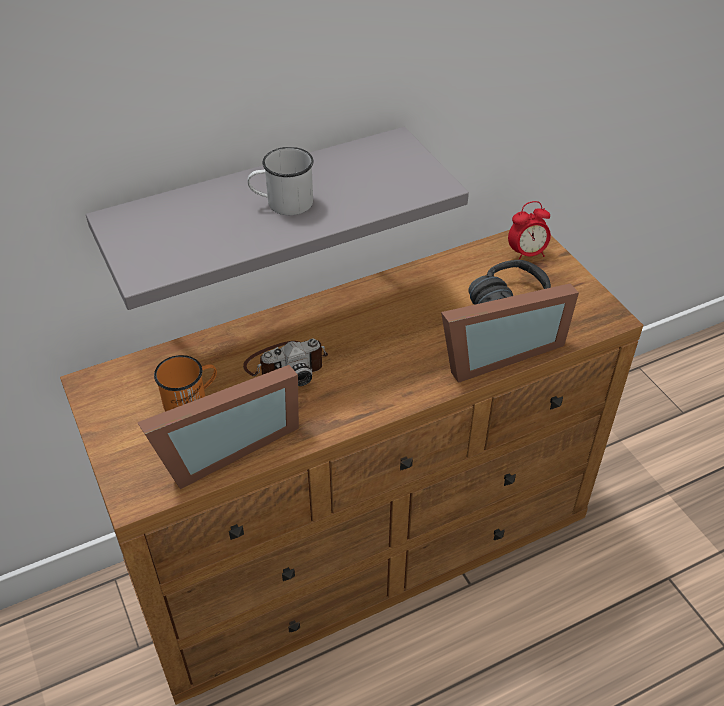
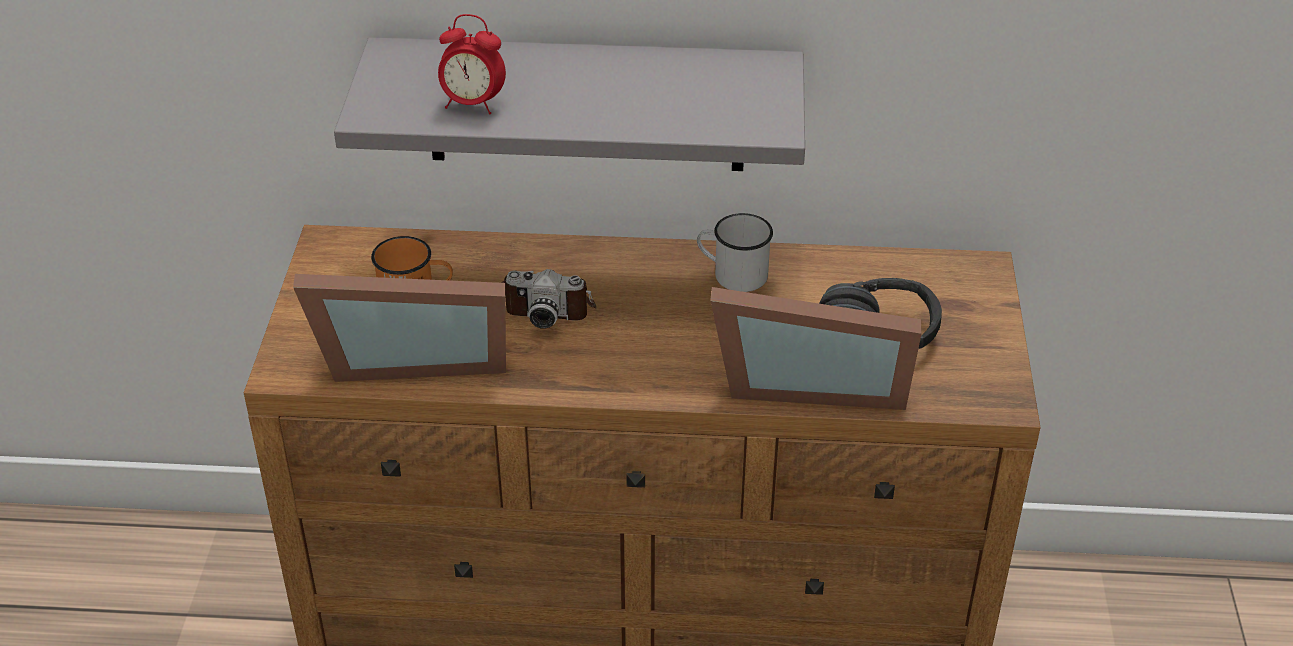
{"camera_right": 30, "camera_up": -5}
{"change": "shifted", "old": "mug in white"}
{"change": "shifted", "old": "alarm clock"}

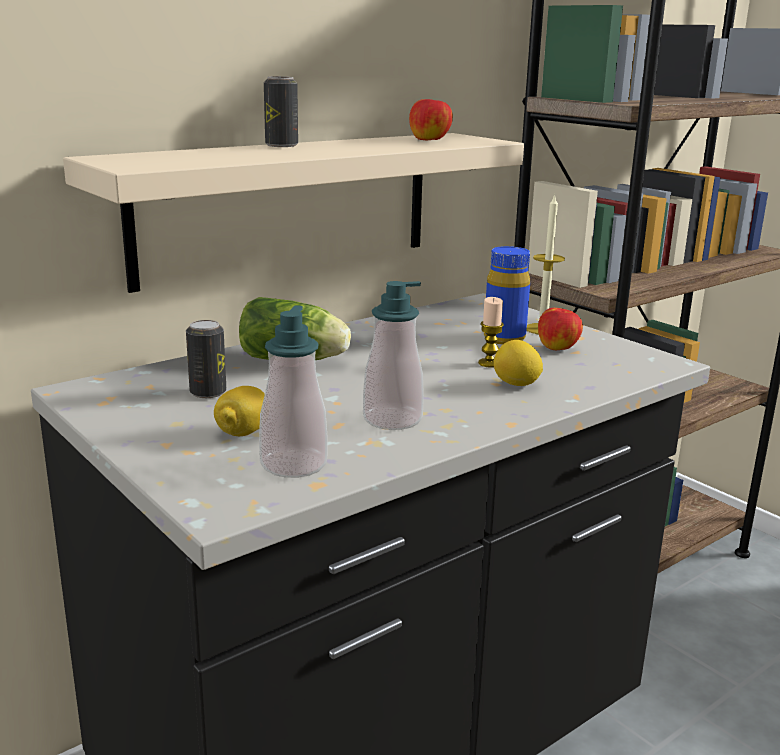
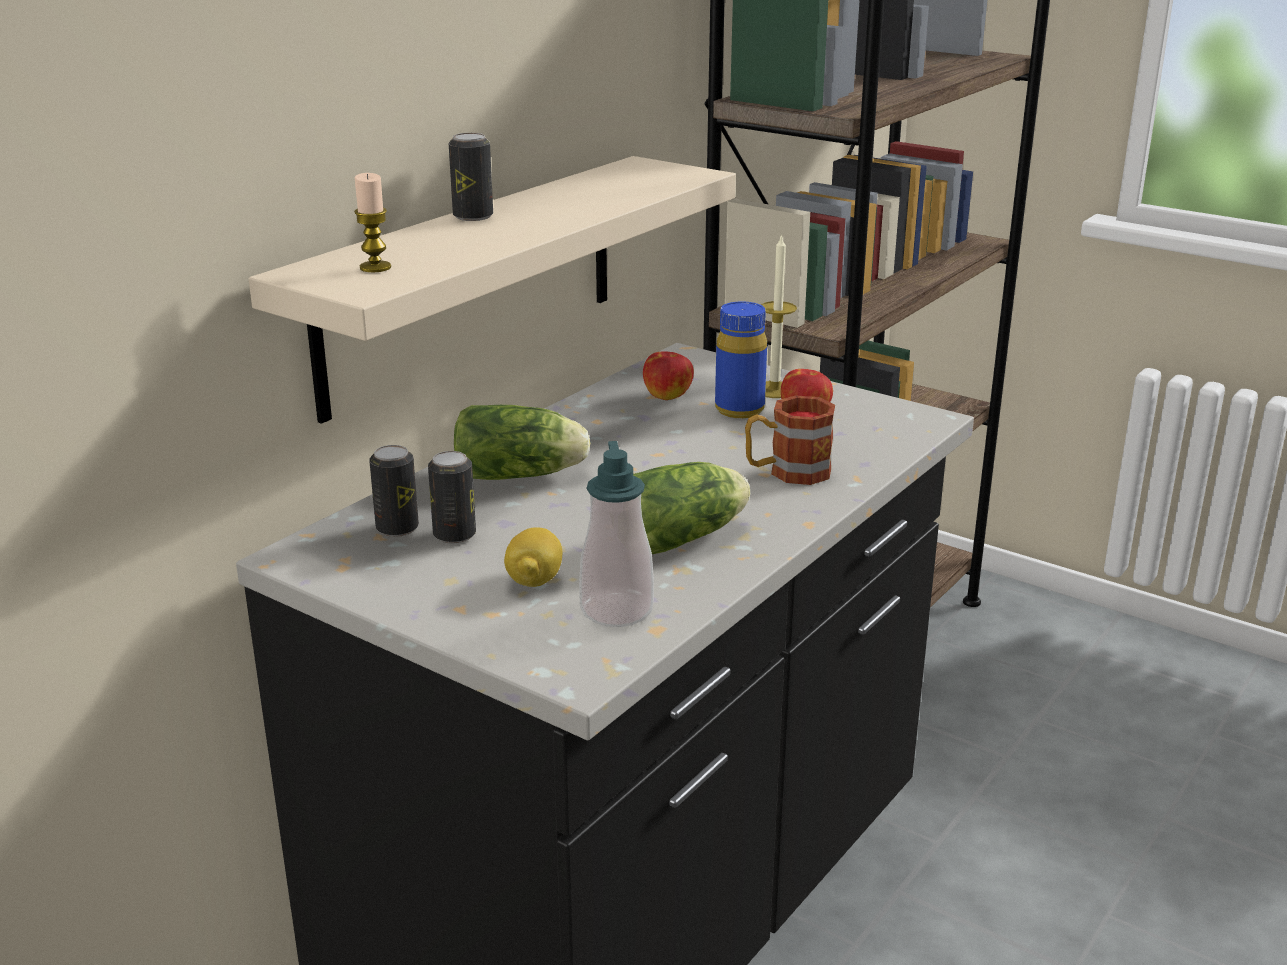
{"camera_right": -15, "camera_up": 5}
{"change": "shifted", "old": "apple (no. 1 from left)"}
{"change": "swapped", "old": "soap dispenser (no. 2 from left)", "new": "lettuce (no. 2 from left)"}
{"change": "shifted", "old": "candle (no. 1 from left)"}
{"change": "swapped", "old": "lemon (no. 2 from left)", "new": "mug"}
{"change": "new", "new": "can (no. 1 from left)"}

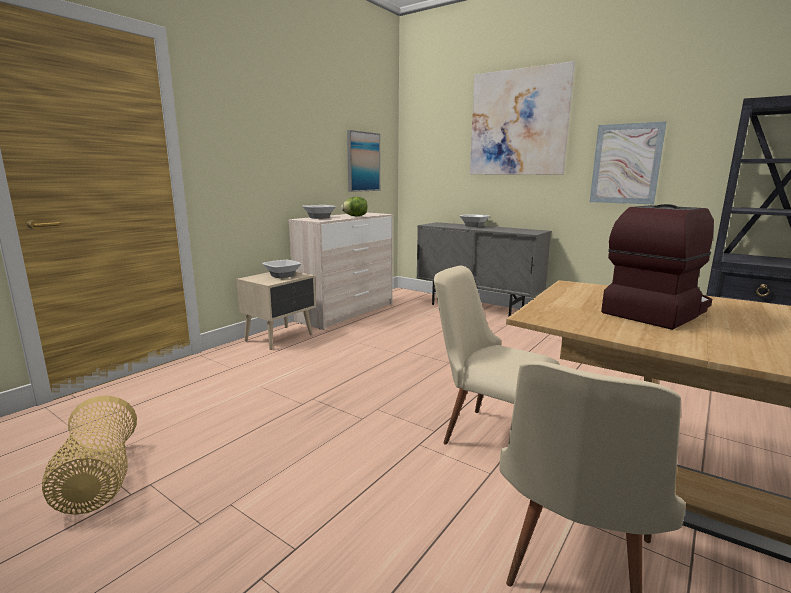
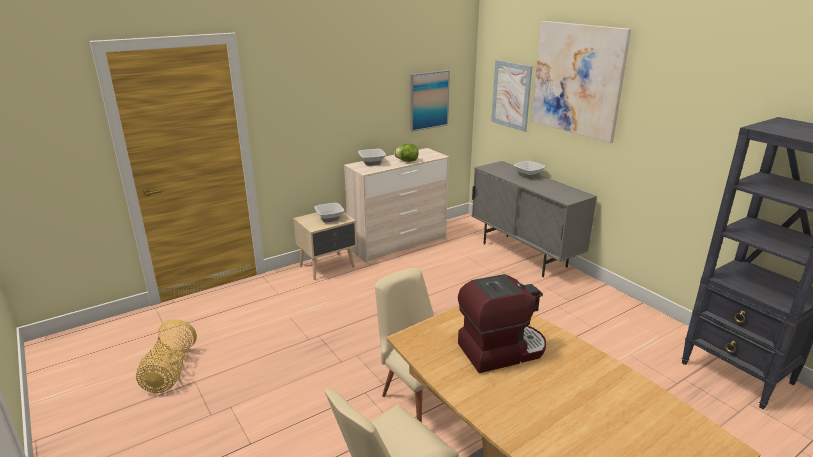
{"camera_right": 20, "camera_up": 10}
{"change": "shifted", "old": "picture (no. 3 from left in the first image)", "new": "picture (no. 2 from left)"}

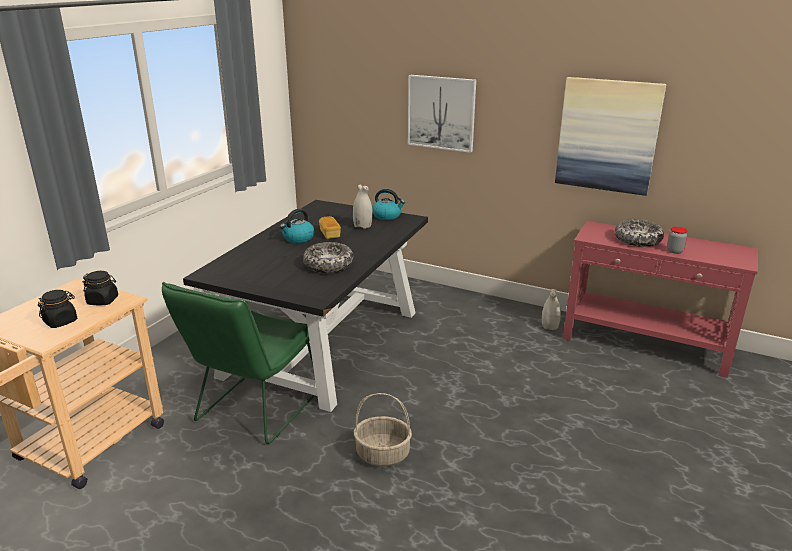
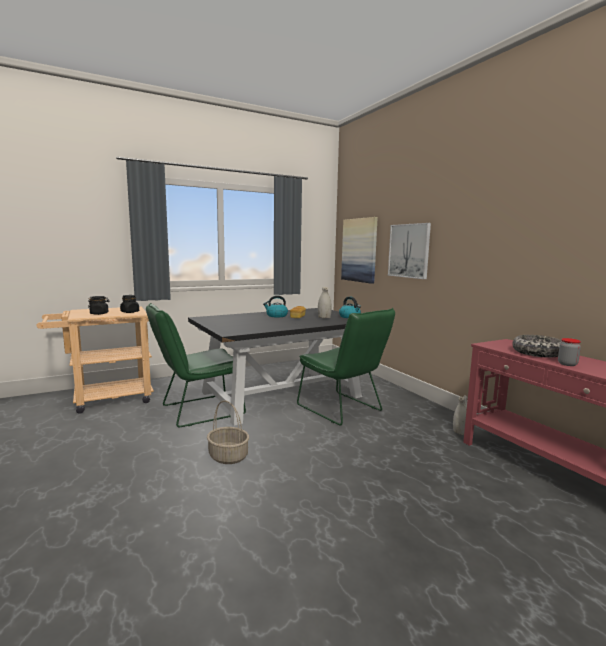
{"camera_right": 35, "camera_up": -15}
{"change": "shifted", "old": "picture (no. 2 from left in the first image)", "new": "picture (no. 1 from left)"}
{"change": "gone", "old": "bowl (no. 1 from left)"}
{"change": "new", "new": "chair in green (no. 2 from left)"}

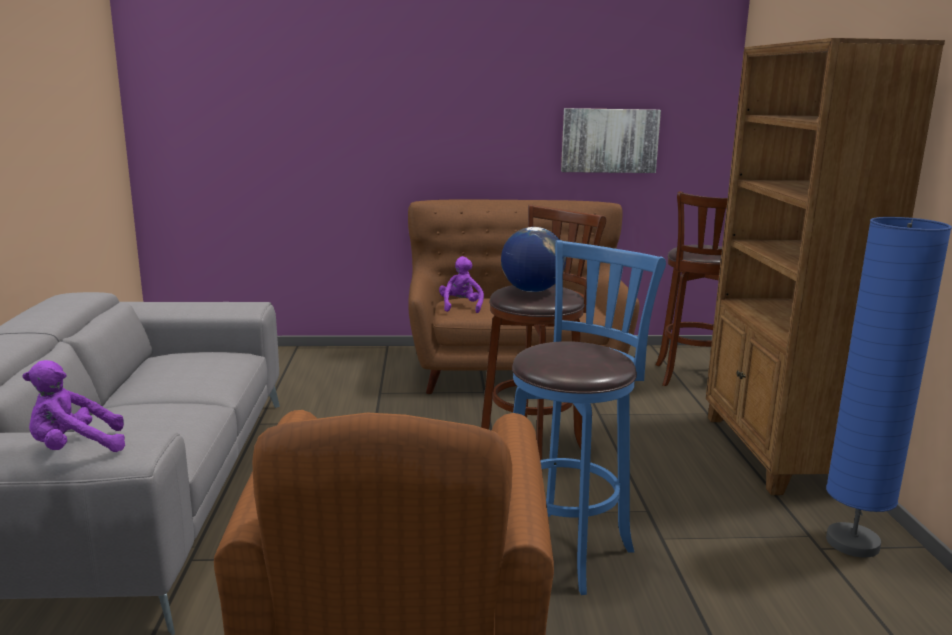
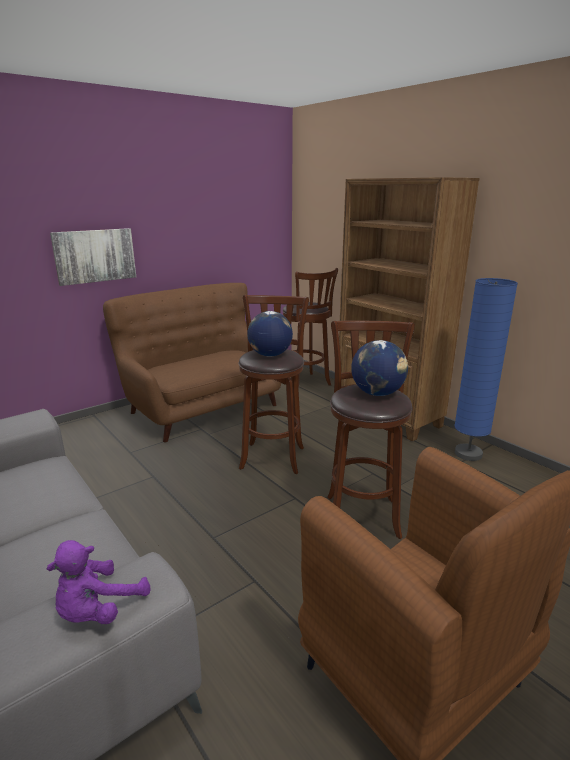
{"camera_right": -35, "camera_up": 5}
{"change": "shifted", "old": "picture"}
{"change": "repainted", "old": "stool in blue", "new": "stool in brown (no. 3 from left)"}
{"change": "gone", "old": "plush toy in purple (no. 2 from left)"}
{"change": "new", "new": "globe (no. 2 from left)"}

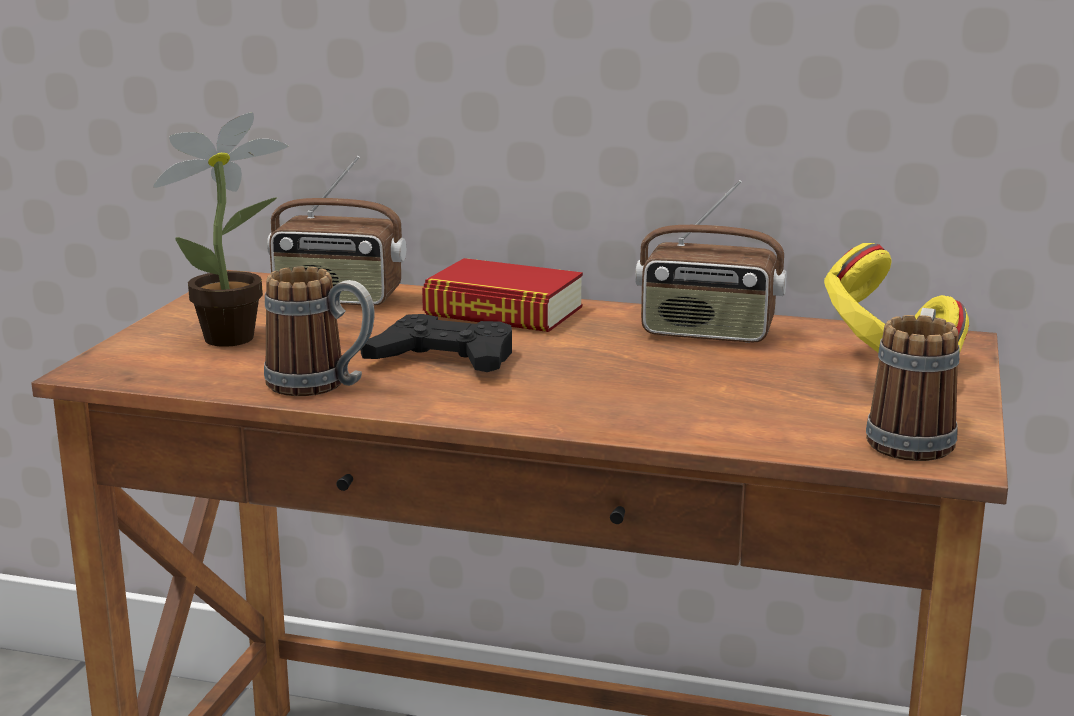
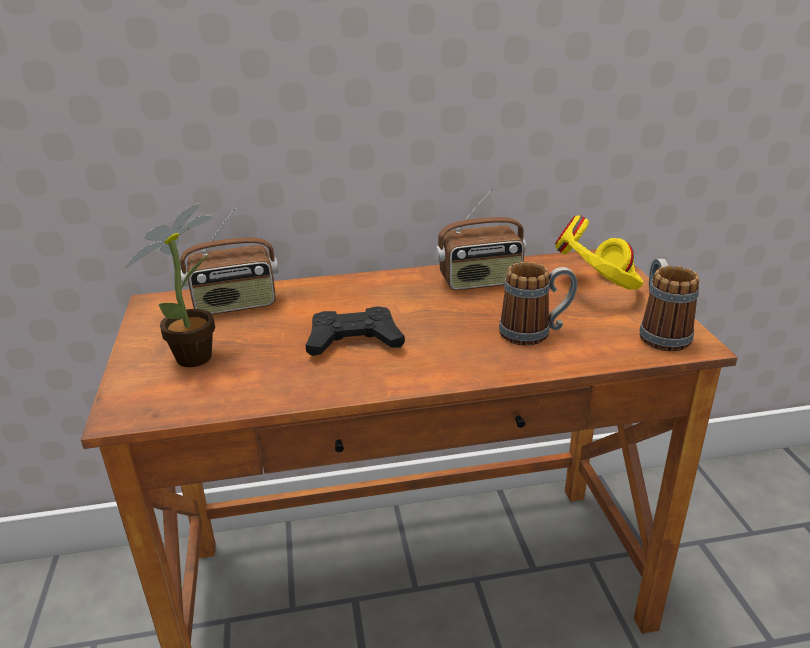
{"camera_right": -25, "camera_up": 10}
{"change": "gone", "old": "book"}
{"change": "shifted", "old": "mug (no. 1 from left)"}

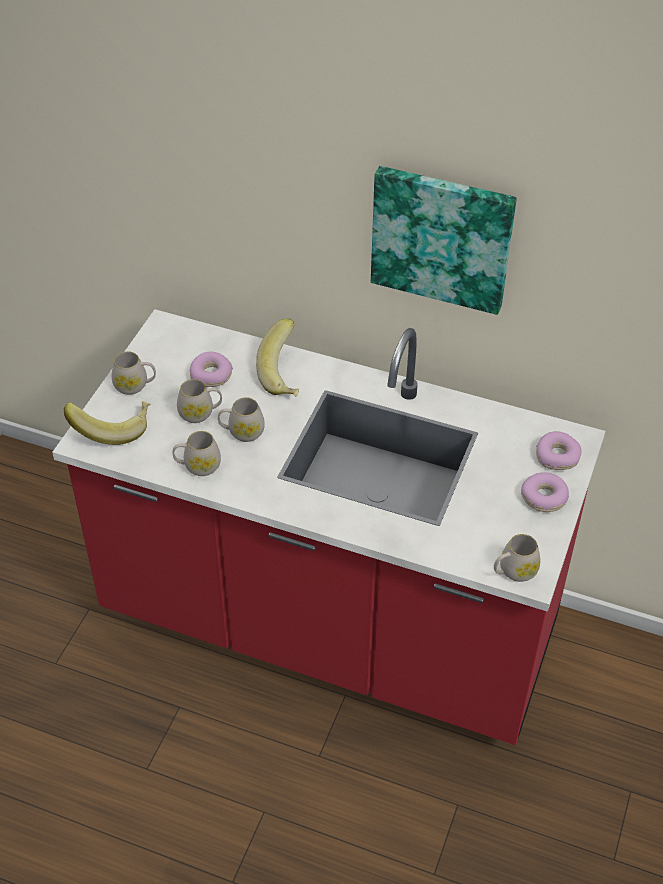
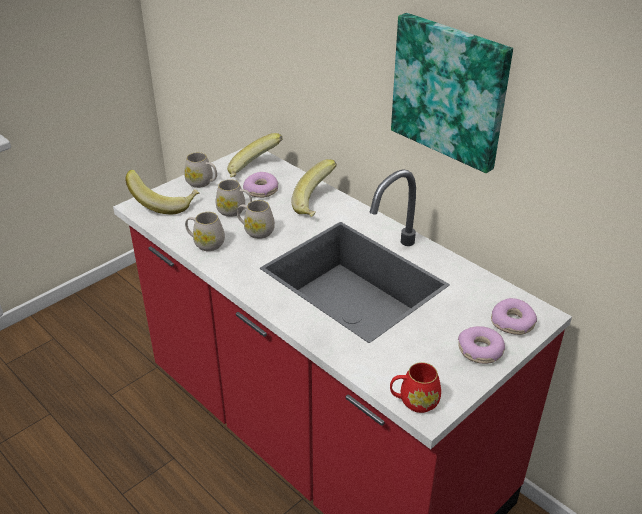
{"camera_right": 25, "camera_up": -10}
{"change": "repainted", "old": "mug in white (no. 5 from left)", "new": "mug in red"}
{"change": "new", "new": "banana (no. 2 from left)"}

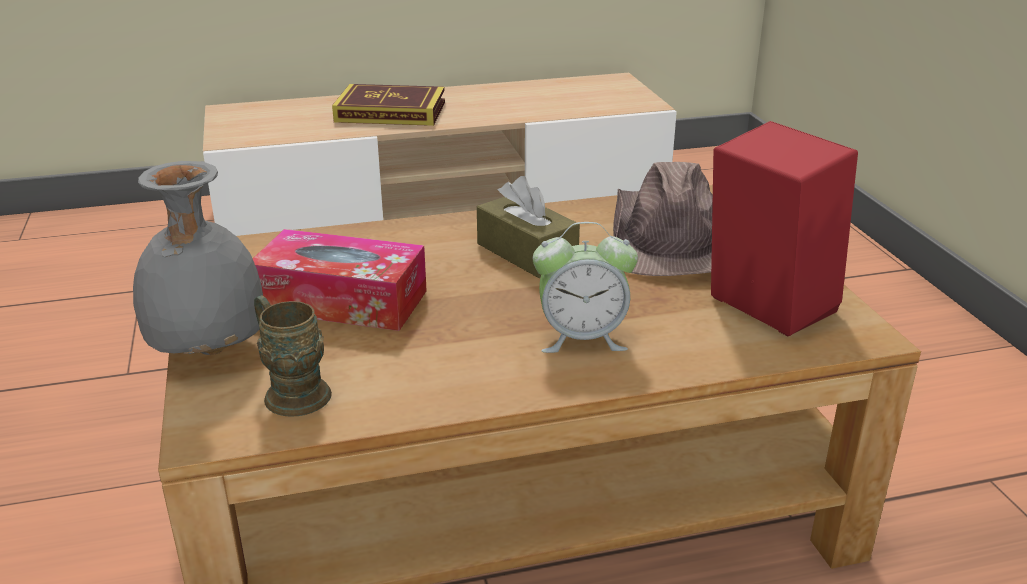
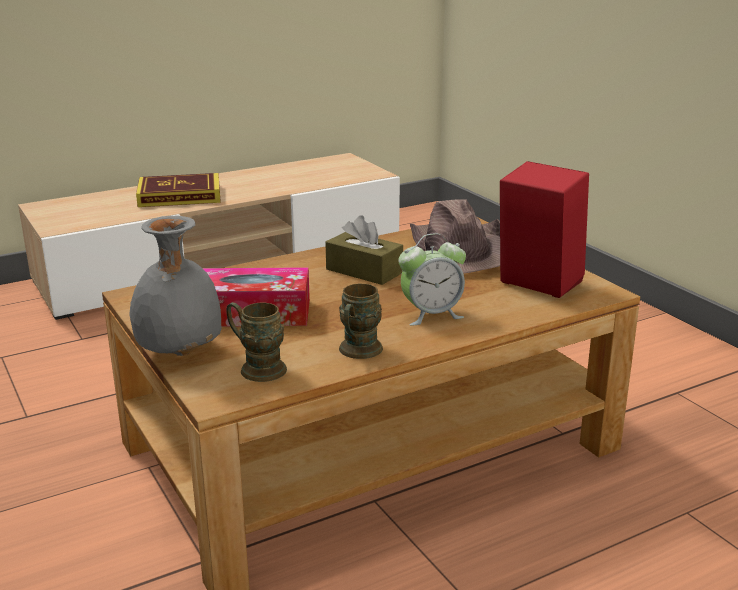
{"camera_right": -15, "camera_up": -5}
{"change": "new", "new": "mug in brown (no. 2 from left)"}

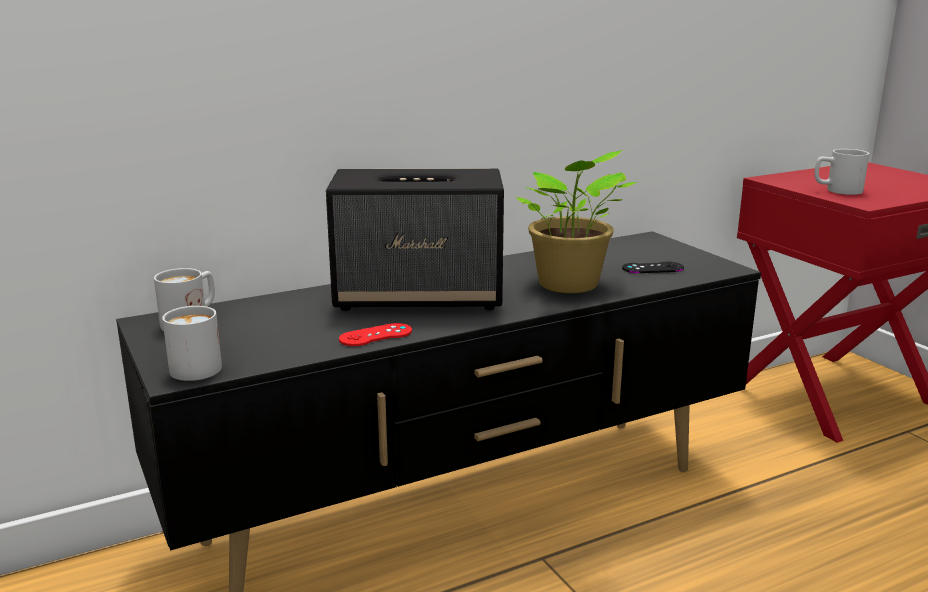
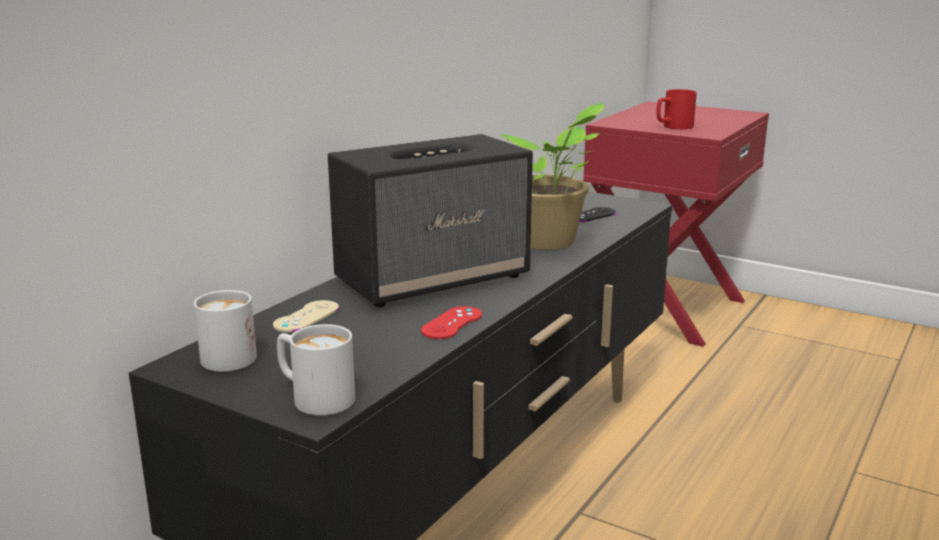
{"camera_right": -30, "camera_up": 0}
{"change": "repainted", "old": "mug in white (no. 3 from left)", "new": "mug in red"}
{"change": "new", "new": "game controller in beige"}

